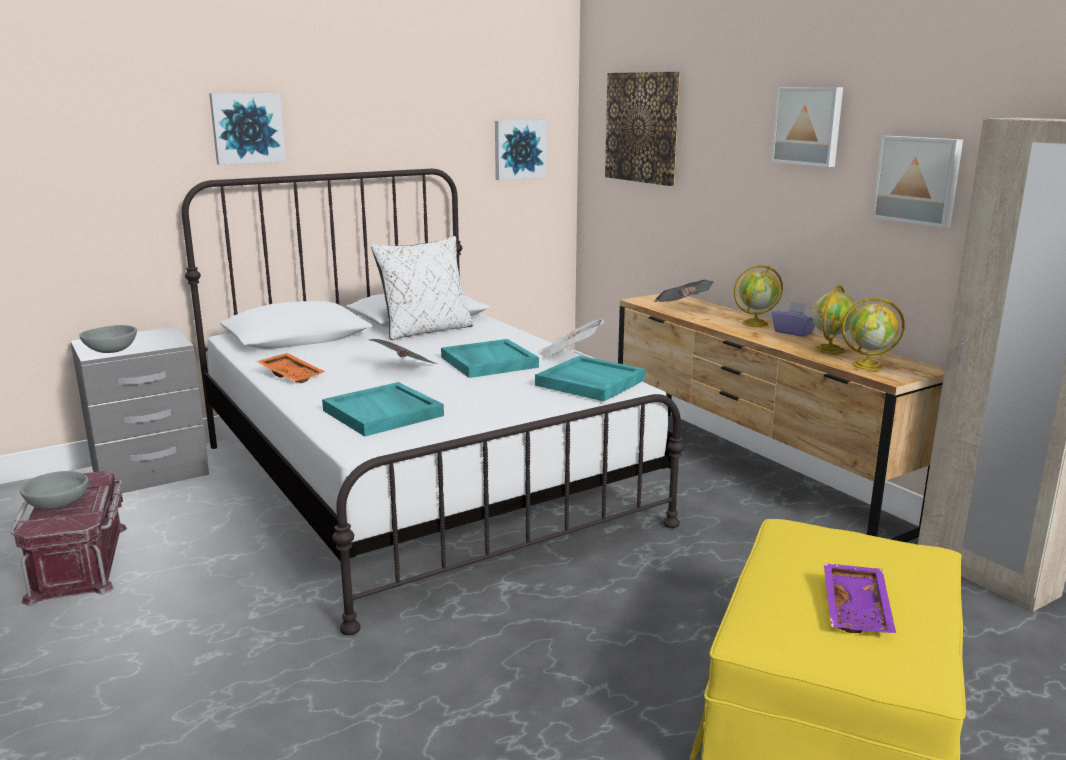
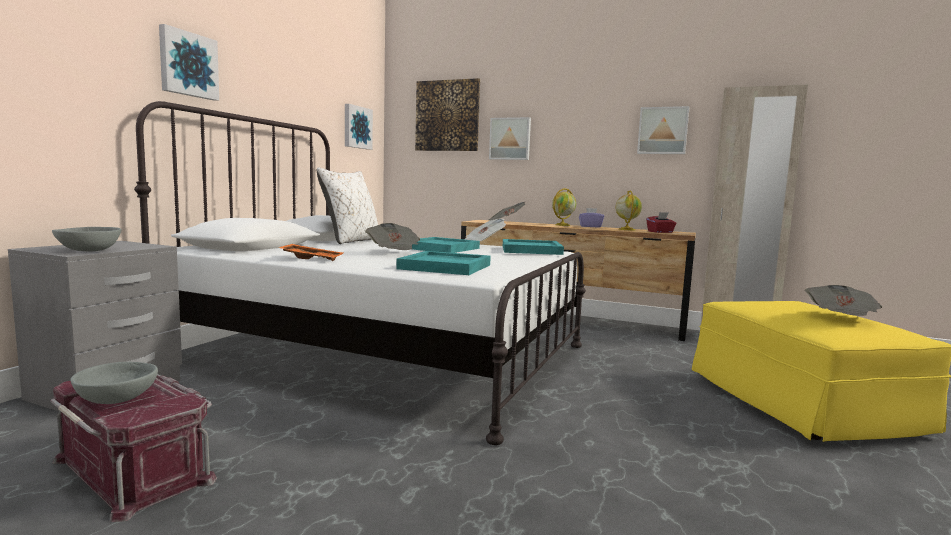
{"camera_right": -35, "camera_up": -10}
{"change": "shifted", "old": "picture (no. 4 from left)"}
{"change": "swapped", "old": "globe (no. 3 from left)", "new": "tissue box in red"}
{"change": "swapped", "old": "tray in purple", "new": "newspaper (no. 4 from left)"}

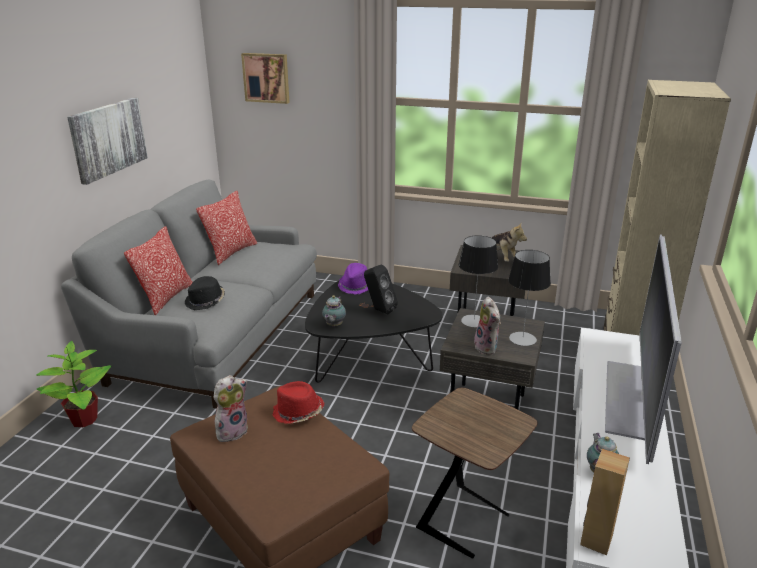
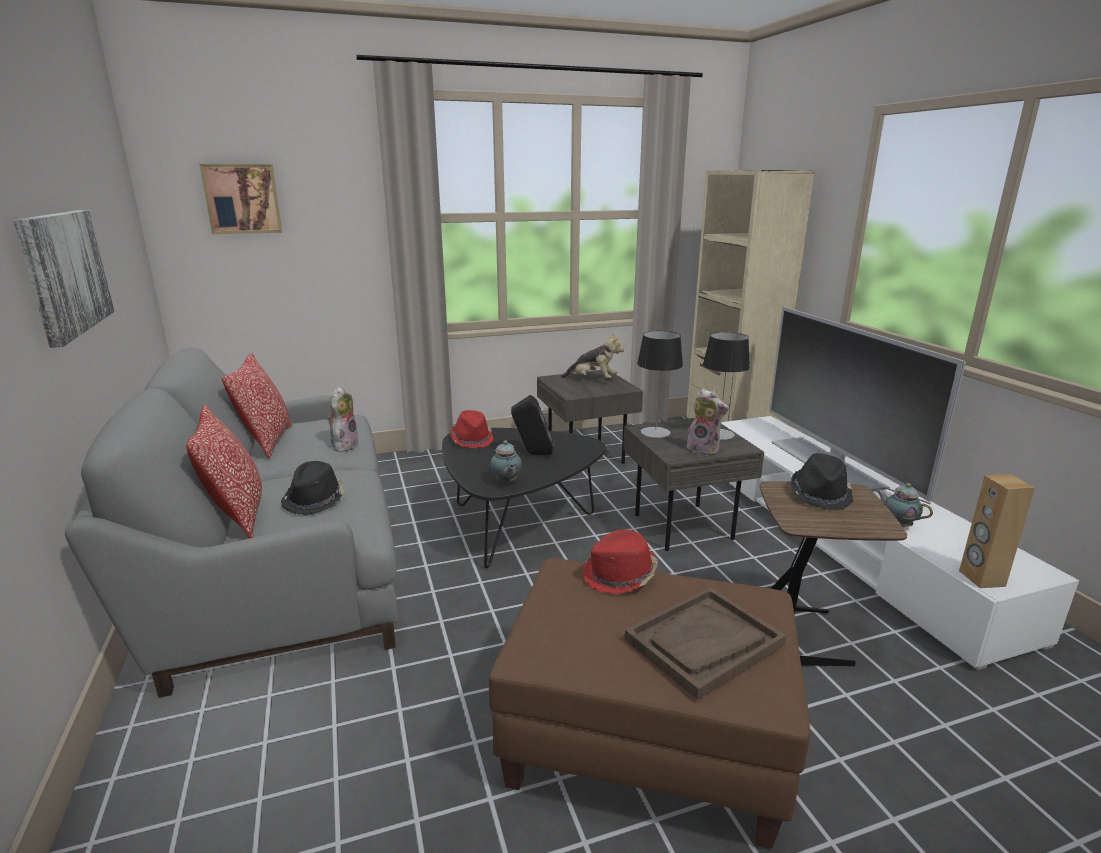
{"camera_right": -35, "camera_up": -5}
{"change": "repainted", "old": "hat in purple", "new": "hat in red (no. 1 from left)"}
{"change": "gone", "old": "potted plant"}
{"change": "shifted", "old": "plush toy (no. 1 from left)"}
{"change": "new", "new": "hat in black (no. 2 from left)"}
{"change": "new", "new": "tray in brown"}

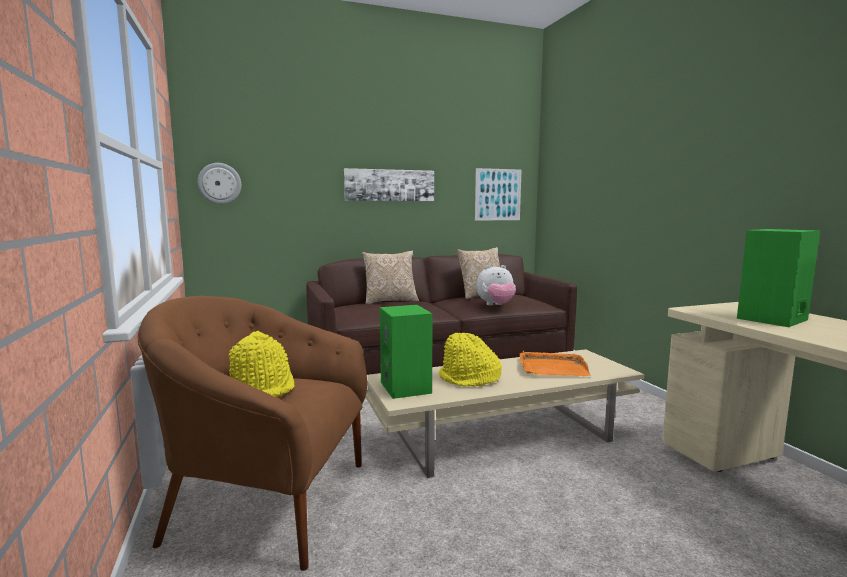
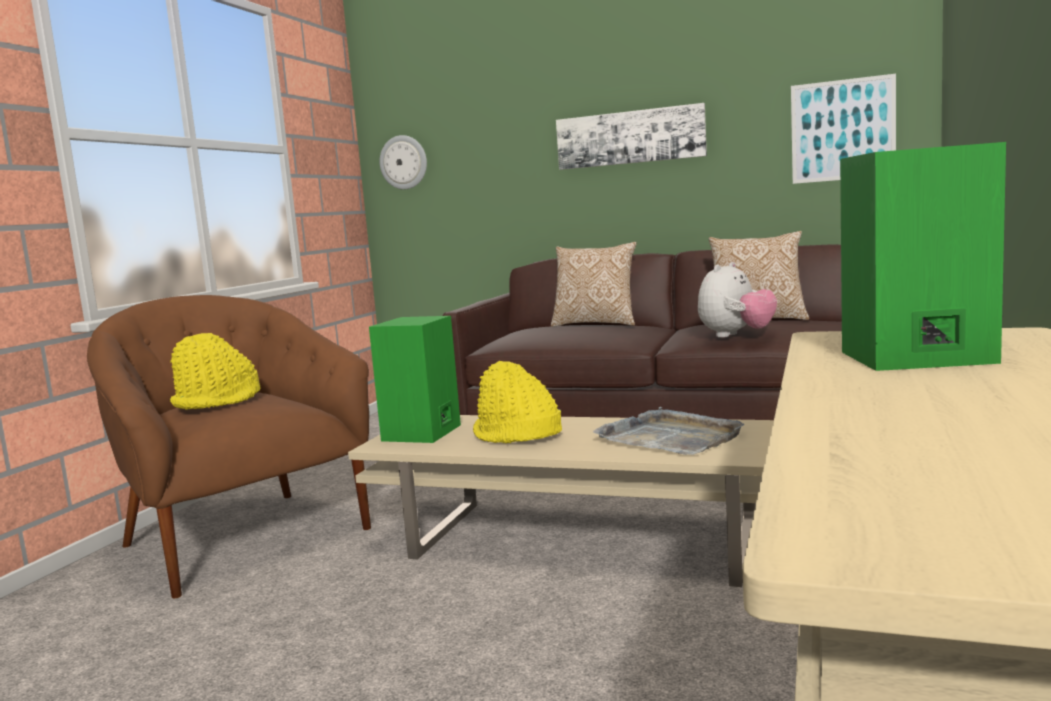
{"camera_right": 40, "camera_up": 0}
{"change": "rotated", "old": "plush toy", "degrees": -75}
{"change": "repainted", "old": "tray in orange", "new": "tray in grey"}

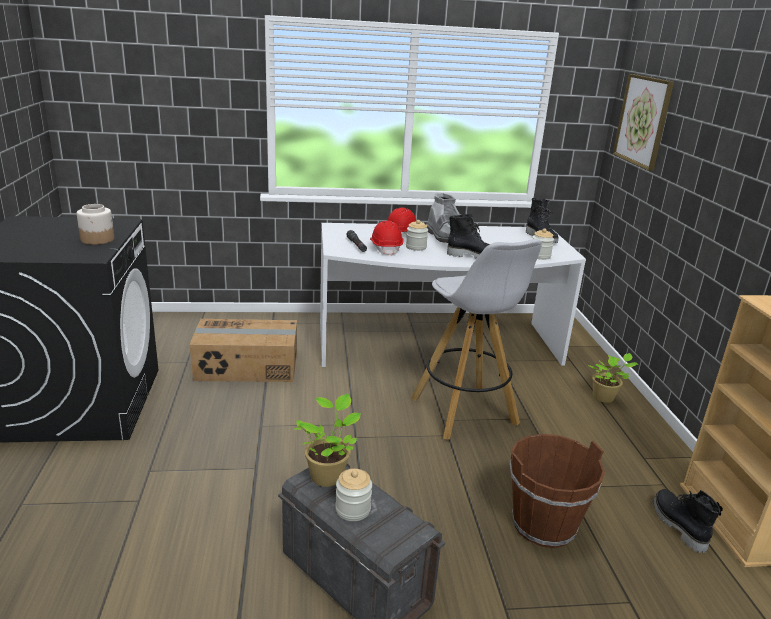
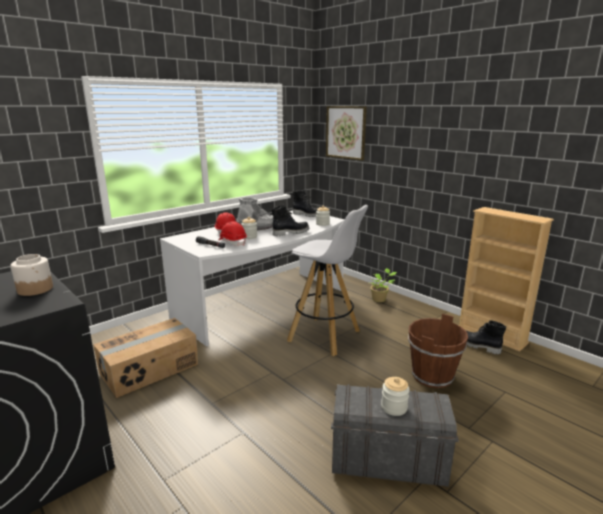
{"camera_right": -35, "camera_up": -5}
{"change": "gone", "old": "potted plant (no. 1 from left)"}

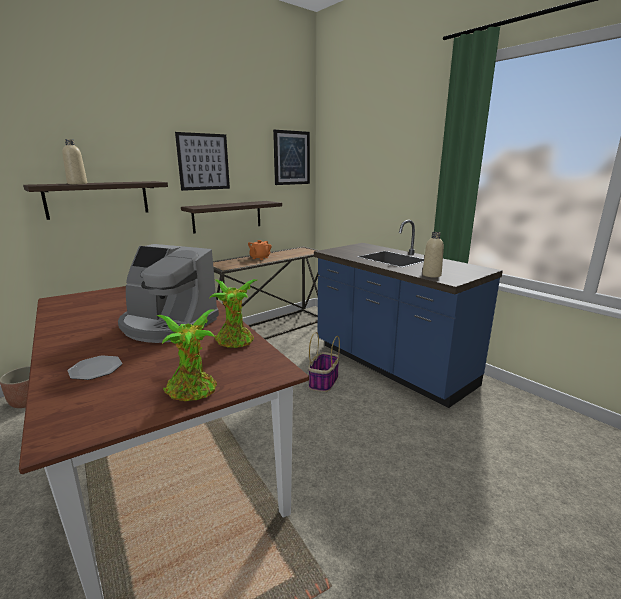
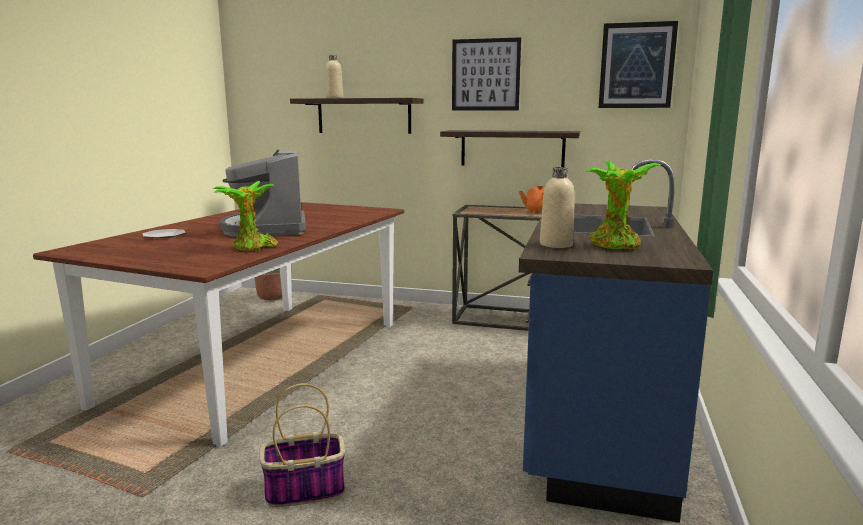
{"camera_right": 55, "camera_up": -5}
{"change": "shifted", "old": "potted plant (no. 1 from left in the first image)", "new": "potted plant (no. 2 from left)"}
{"change": "shifted", "old": "basket"}

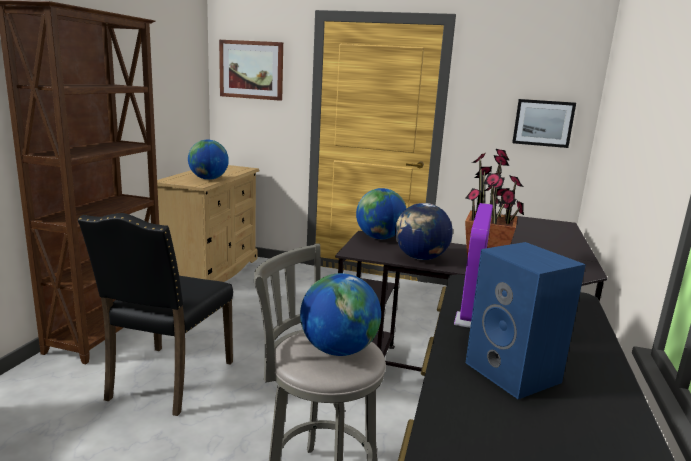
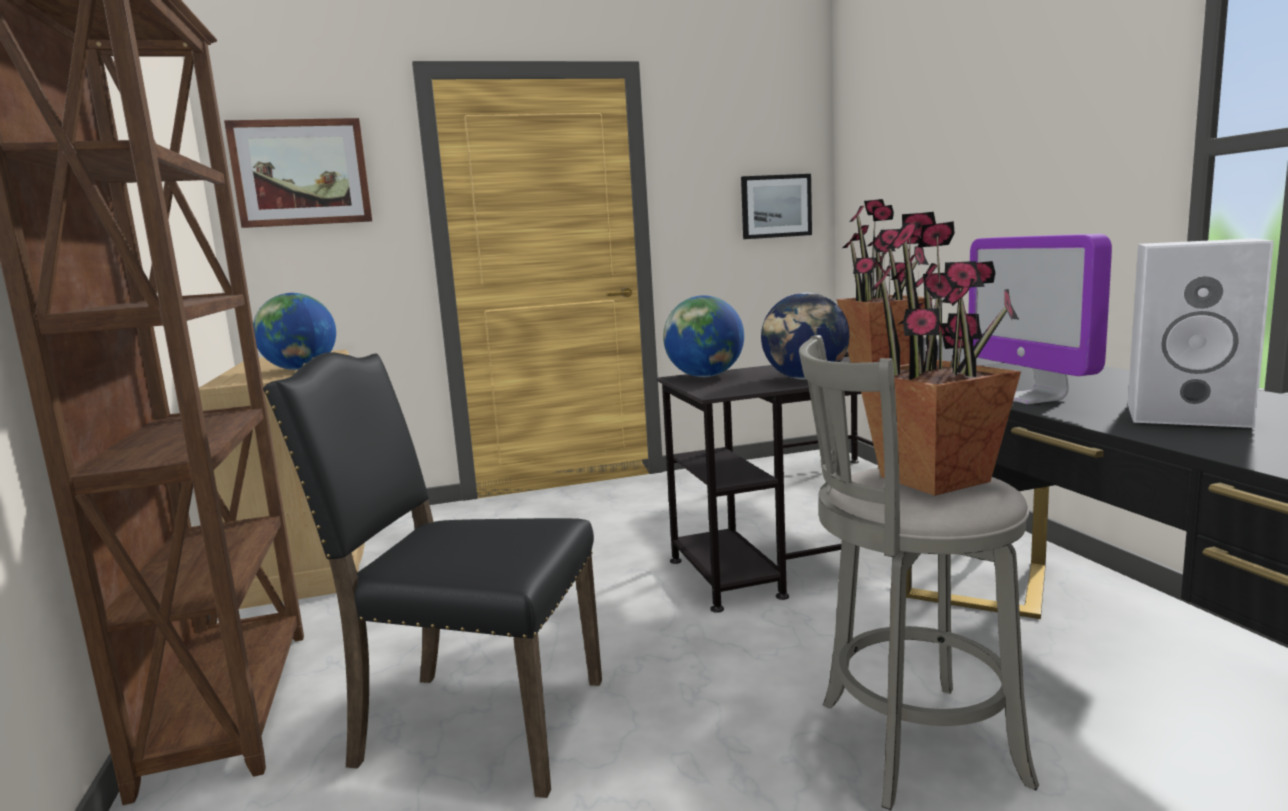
{"camera_right": -30, "camera_up": -5}
{"change": "rotated", "old": "chair in black", "degrees": 120}
{"change": "repainted", "old": "speaker in blue", "new": "speaker in white"}
{"change": "swapped", "old": "globe (no. 2 from left)", "new": "potted plant (no. 2 from left)"}

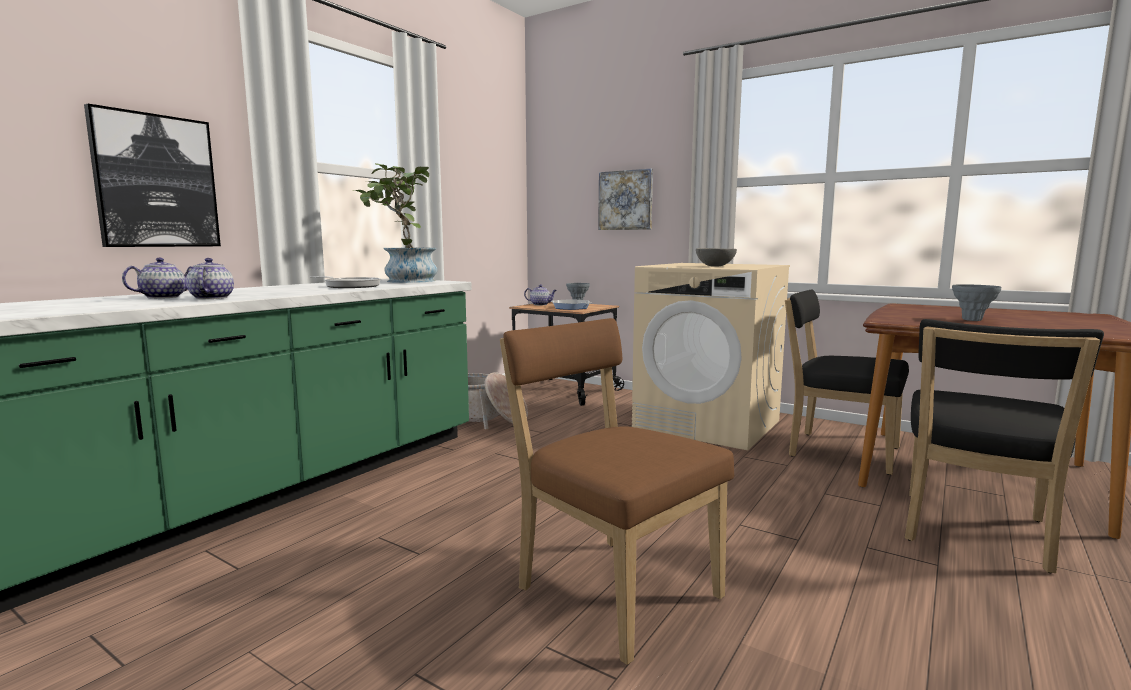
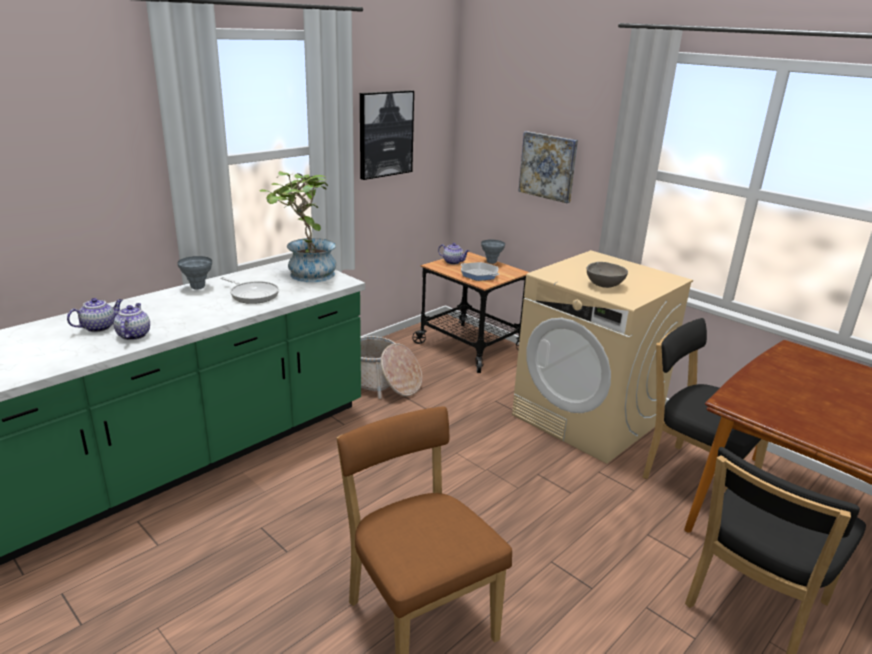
{"camera_right": 10, "camera_up": 15}
{"change": "shifted", "old": "picture (no. 1 from left)"}
{"change": "shifted", "old": "vase in grey (no. 2 from left in the first image)", "new": "vase in grey (no. 1 from left)"}

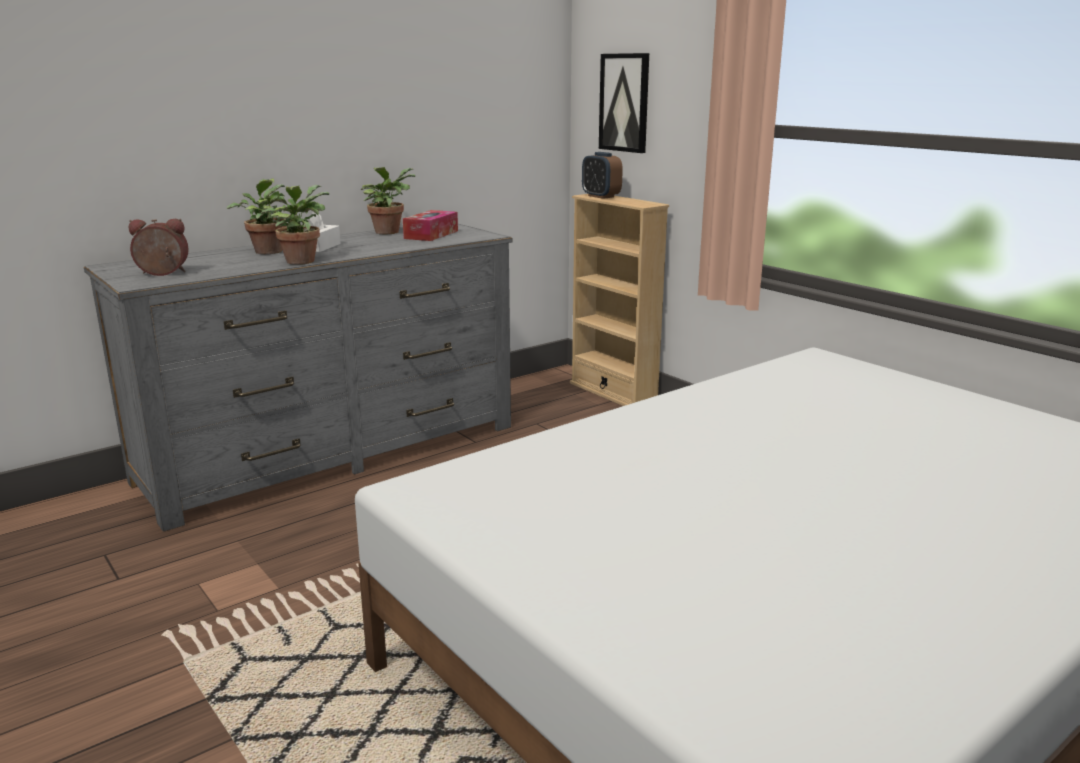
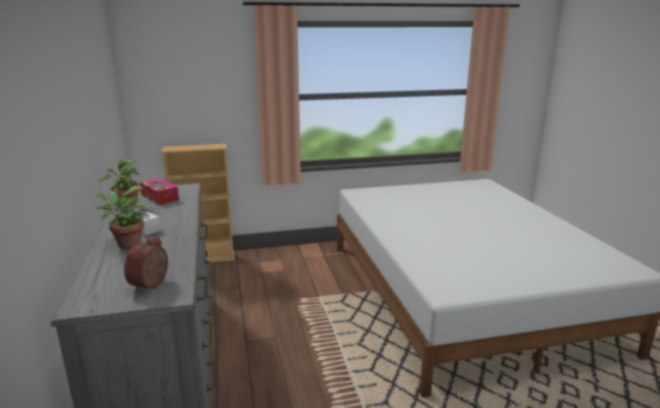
{"camera_right": -65, "camera_up": 0}
{"change": "gone", "old": "picture"}
{"change": "gone", "old": "alarm clock (no. 2 from left)"}
{"change": "gone", "old": "potted plant (no. 2 from left)"}

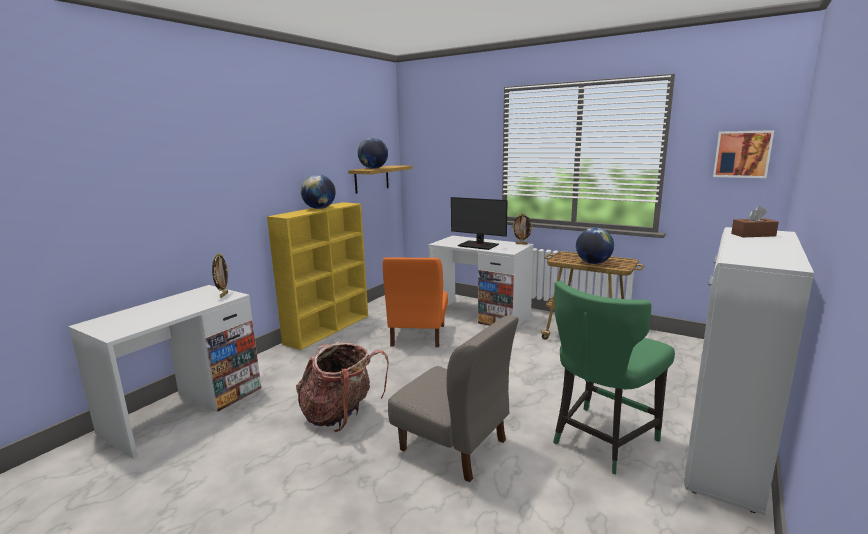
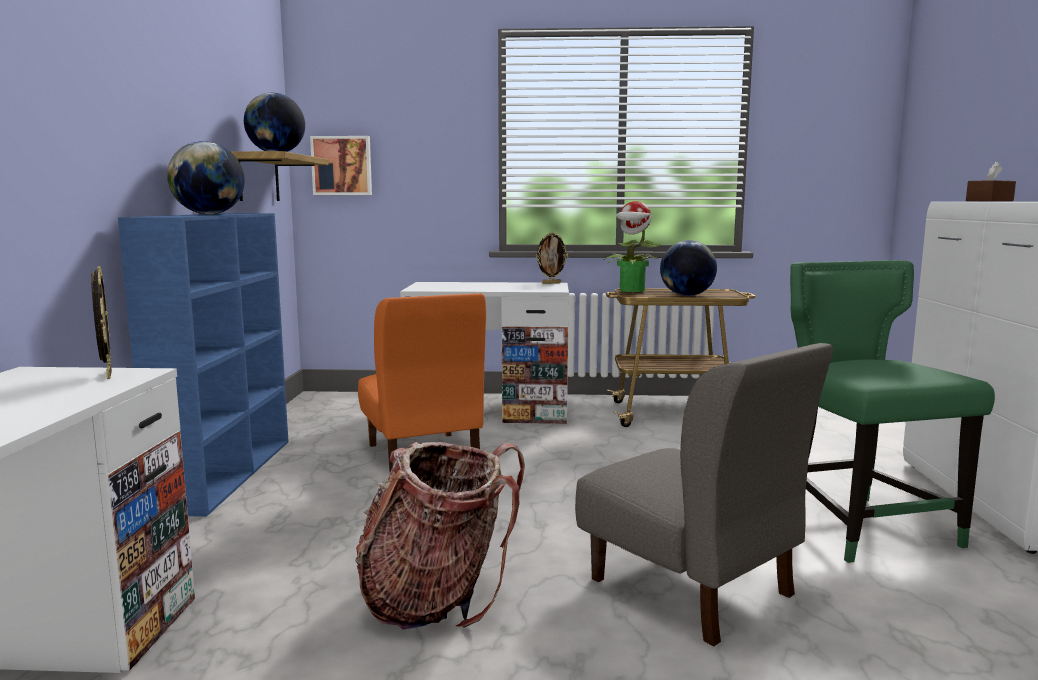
{"camera_right": -30, "camera_up": -5}
{"change": "shifted", "old": "picture"}
{"change": "gone", "old": "monitor"}
{"change": "repainted", "old": "bookcase in yellow", "new": "bookcase in blue"}
{"change": "rotated", "old": "chair in green", "degrees": 150}
{"change": "rotated", "old": "chair in grey", "degrees": 45}
{"change": "new", "new": "potted plant"}

